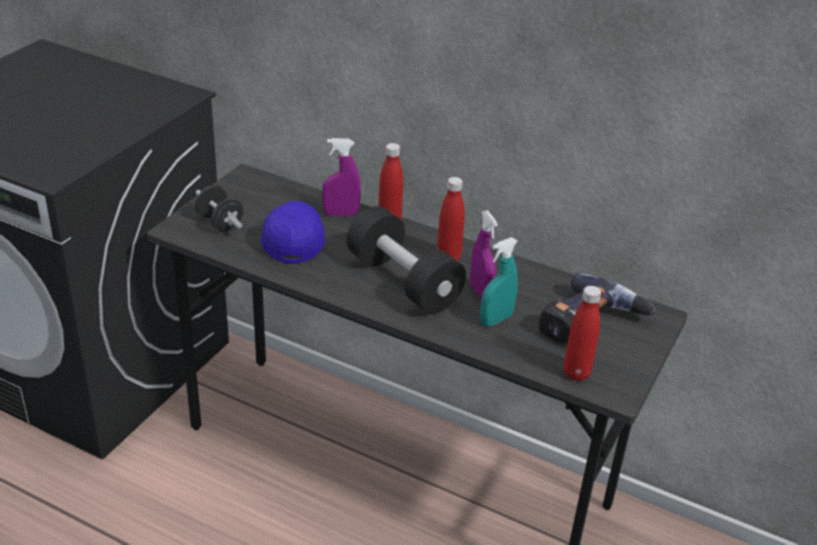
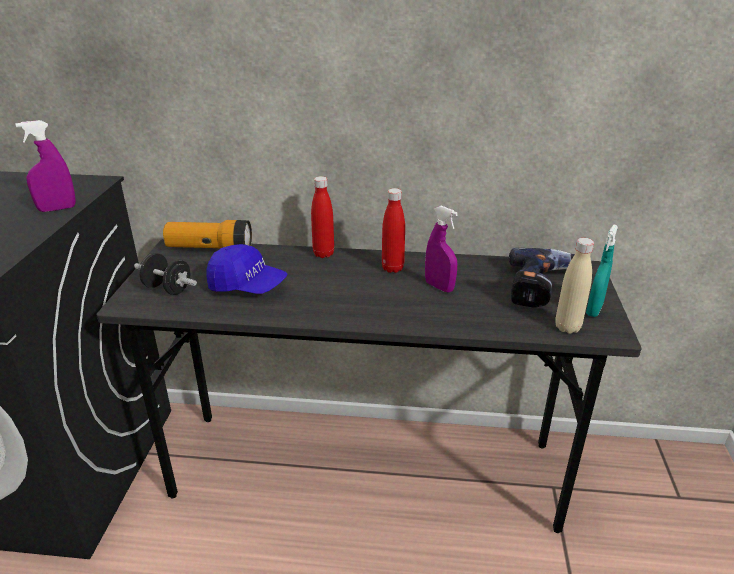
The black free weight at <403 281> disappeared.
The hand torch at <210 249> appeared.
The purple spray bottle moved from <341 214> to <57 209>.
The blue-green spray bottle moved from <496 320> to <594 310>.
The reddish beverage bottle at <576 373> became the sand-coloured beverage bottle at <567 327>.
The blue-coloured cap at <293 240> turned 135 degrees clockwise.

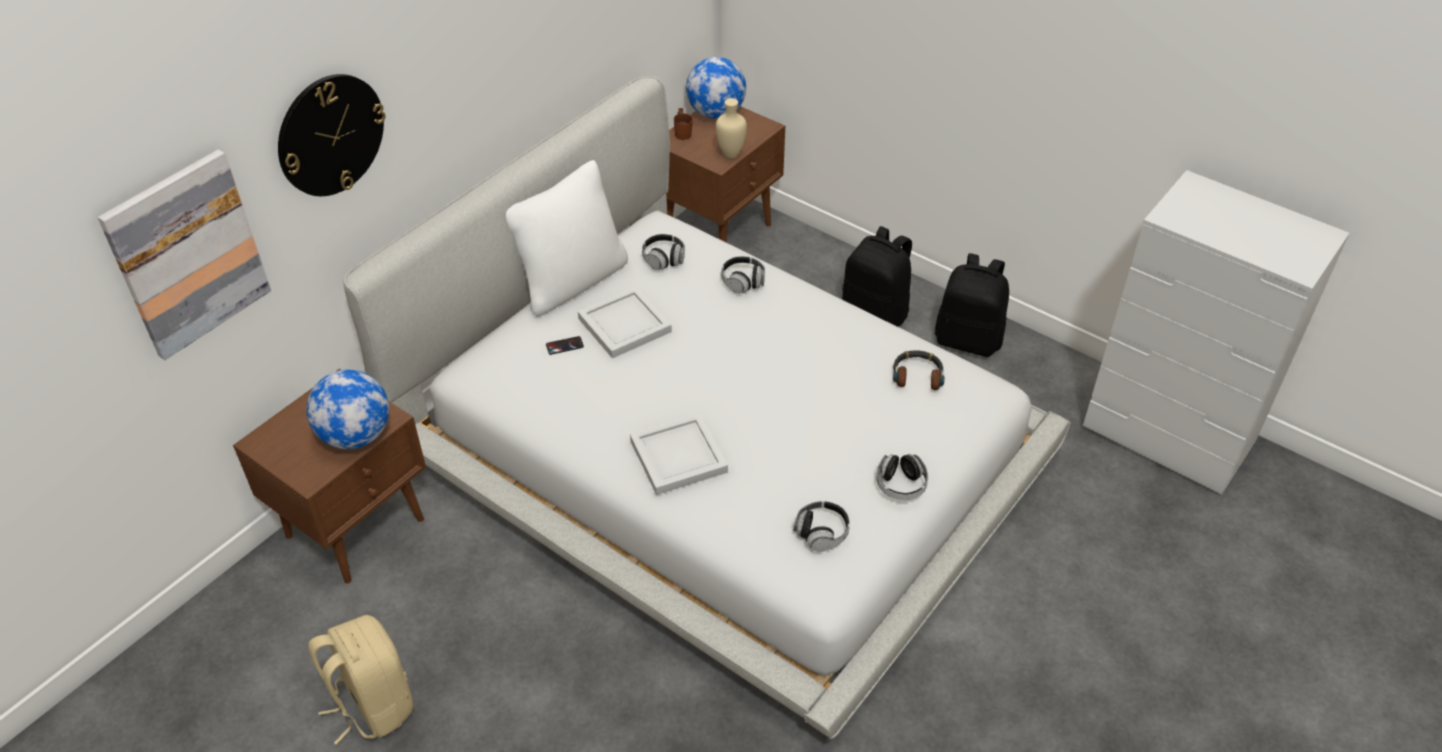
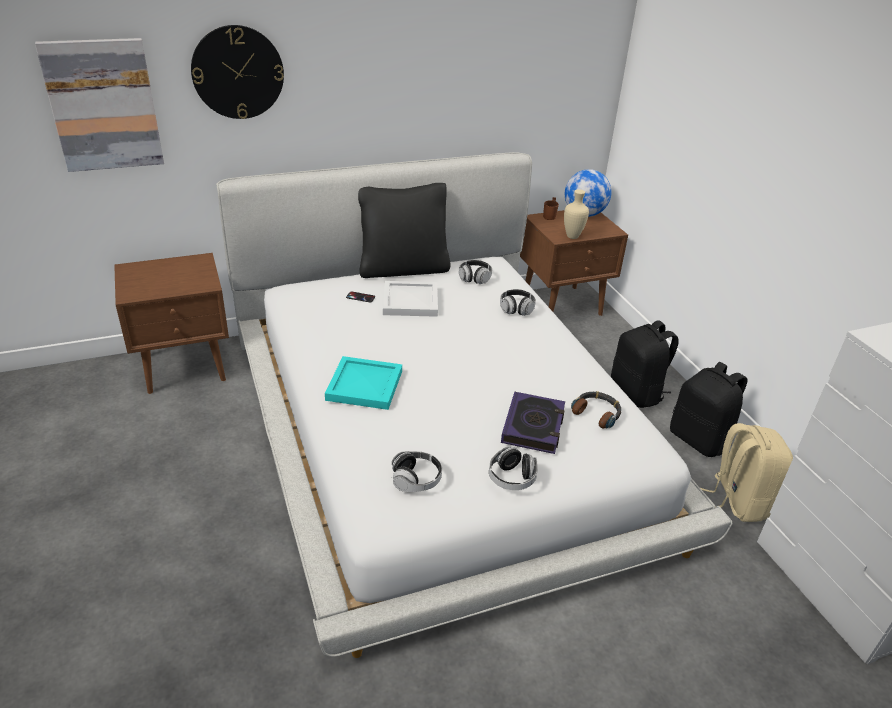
The desk globe at <356 436> disappeared.
The book at <533 427> appeared.
The sand-coloured backpack moved from <372 705> to <737 500>.
The whitish pillow at <571 281> became the black pillow at <403 268>.
The whitish tray at <679 455> became the blue-green tray at <366 385>.

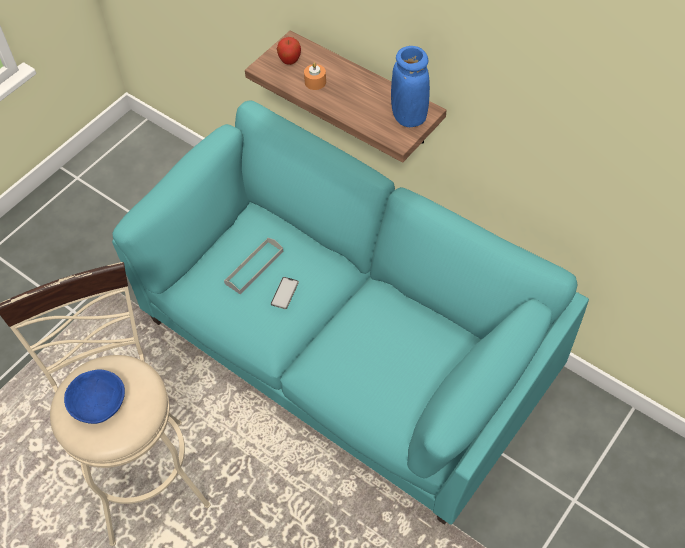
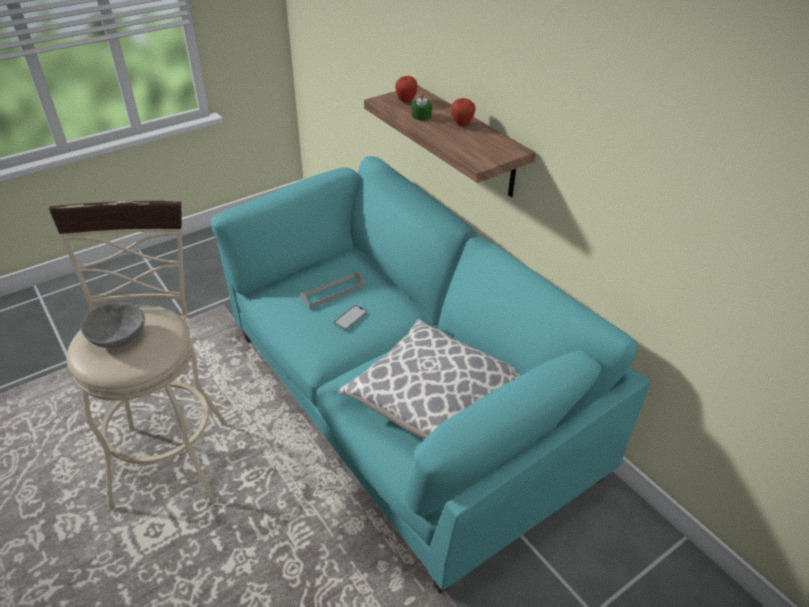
The blue-coloured flower vase at <409 117> disappeared.
The pillow at <432 402> appeared.
The apple fruit at <462 124> appeared.
The blue-coloured bowl at <98 404> became the gray bowl at <117 337>.
The orange wax light at <315 82> became the green-coloured wax light at <421 116>.

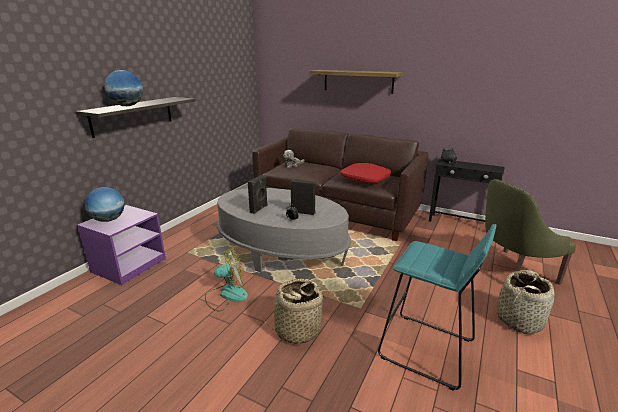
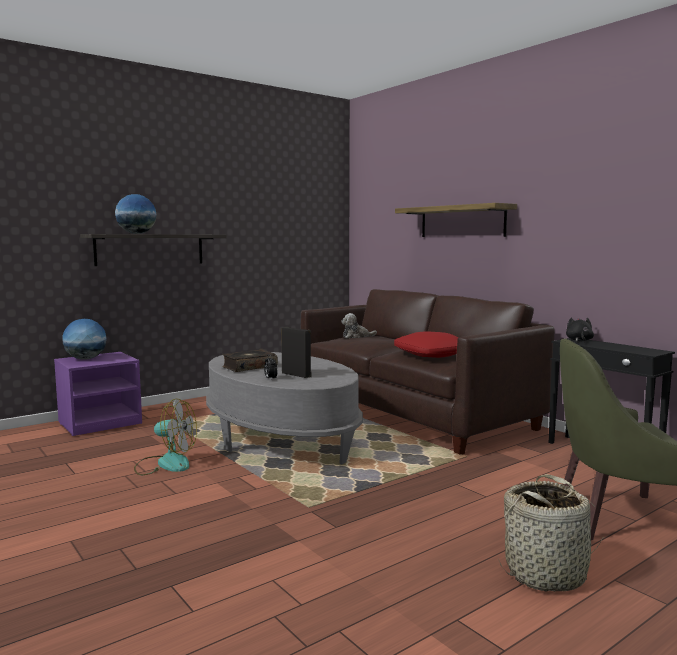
The household basket at <297 330> disappeared.
The blue-green stool seat at <427 350> disappeared.
The black speaker at <259 209> was replaced by the book at <249 367>.

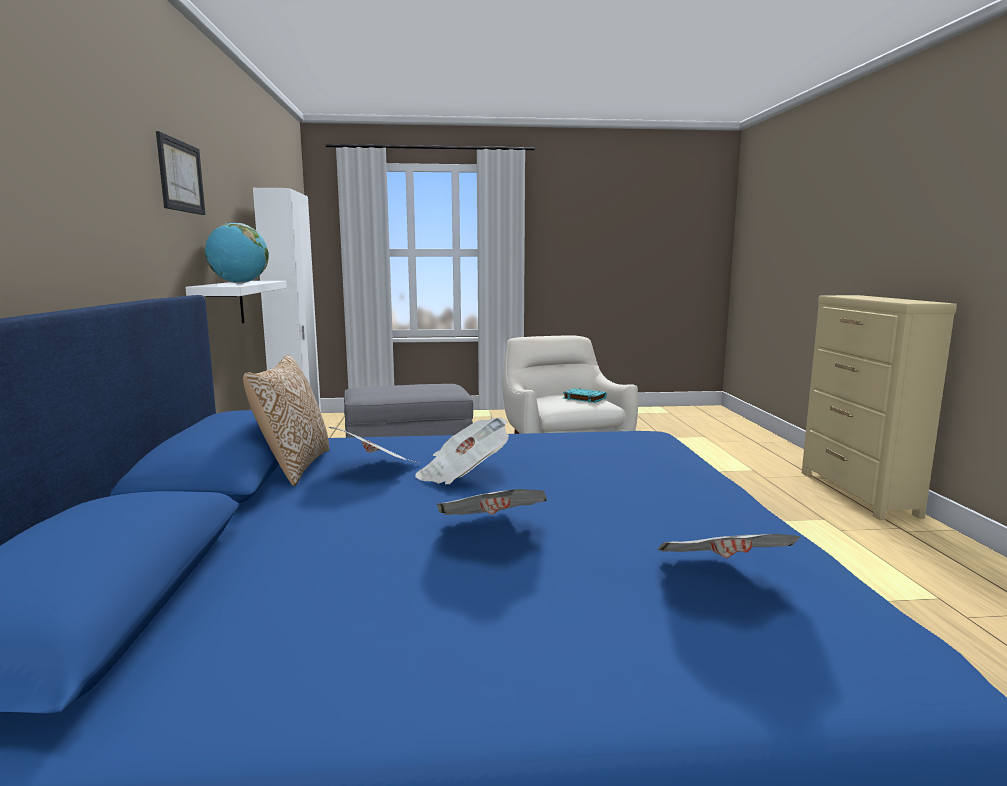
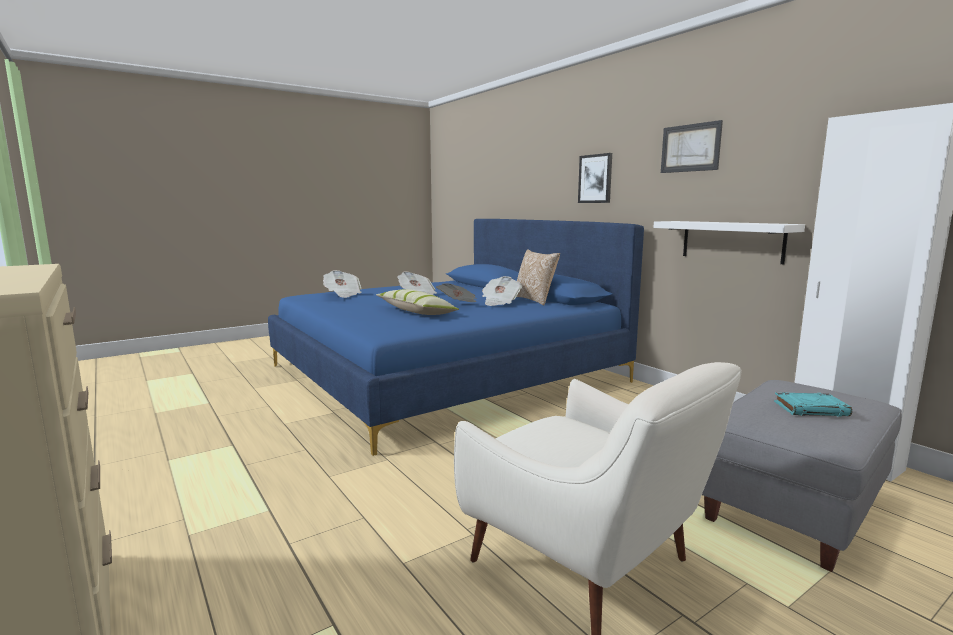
The desk globe at <239 283> disappeared.
The pillow at <416 312> appeared.
The wall art at <595 179> appeared.
The blue-green book moved from <584 398> to <811 409>.

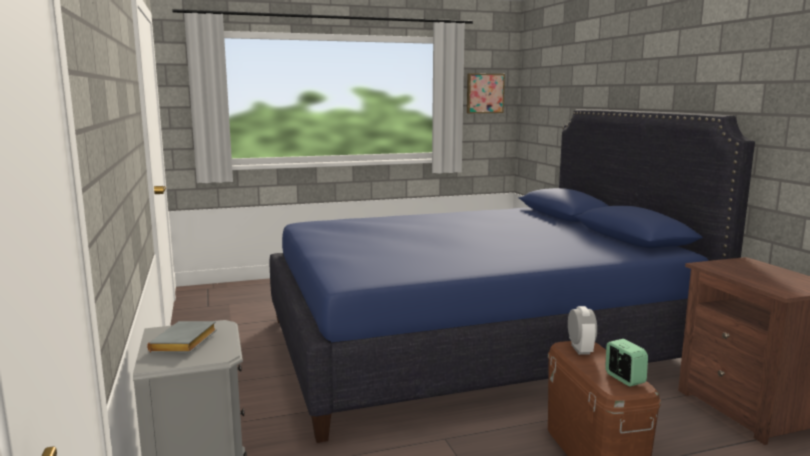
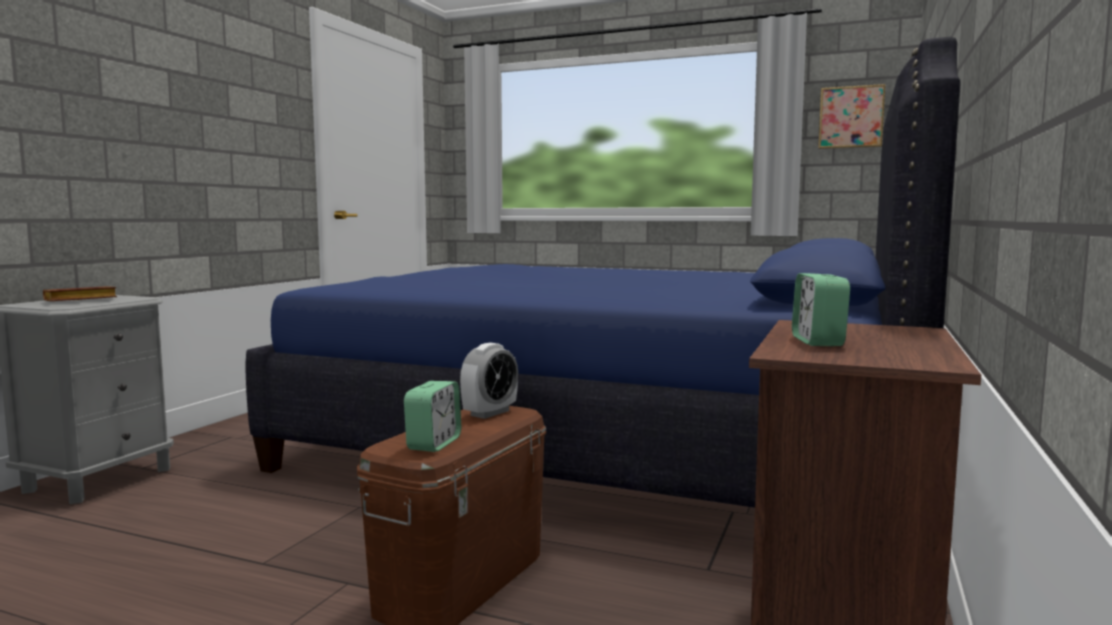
The alarm clock at <818 341> appeared.
The gray book at <185 344> became the brown-coloured book at <78 301>.

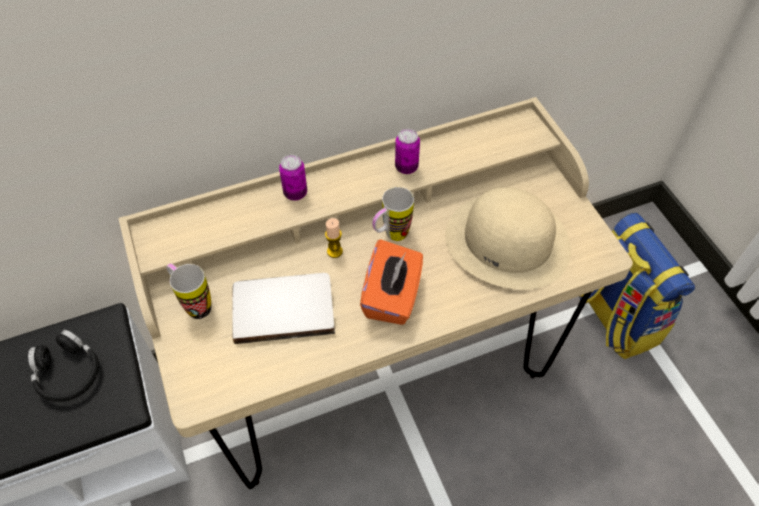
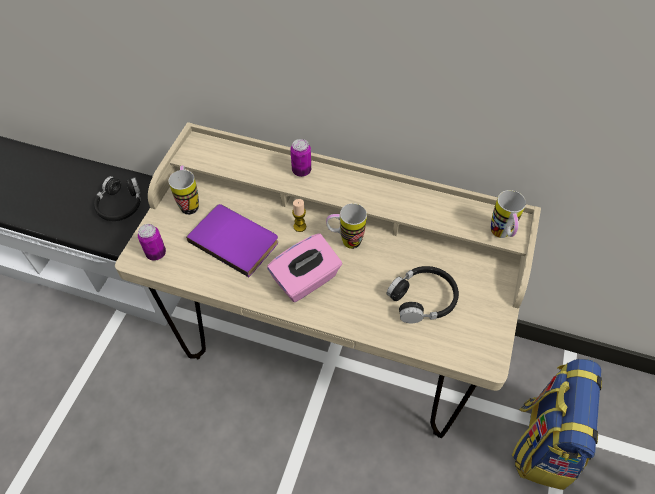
The coffee mug at <501 236> appeared.
The sealed can moved from <406 167> to <156 253>.
The sand-coloured clothing hat at <508 241> was replaced by the black headphones at <422 299>.
The whitish book at <283 307> became the purple book at <235 240>.
The orange box of tissues at <392 297> became the pinkish box of tissues at <306 280>.

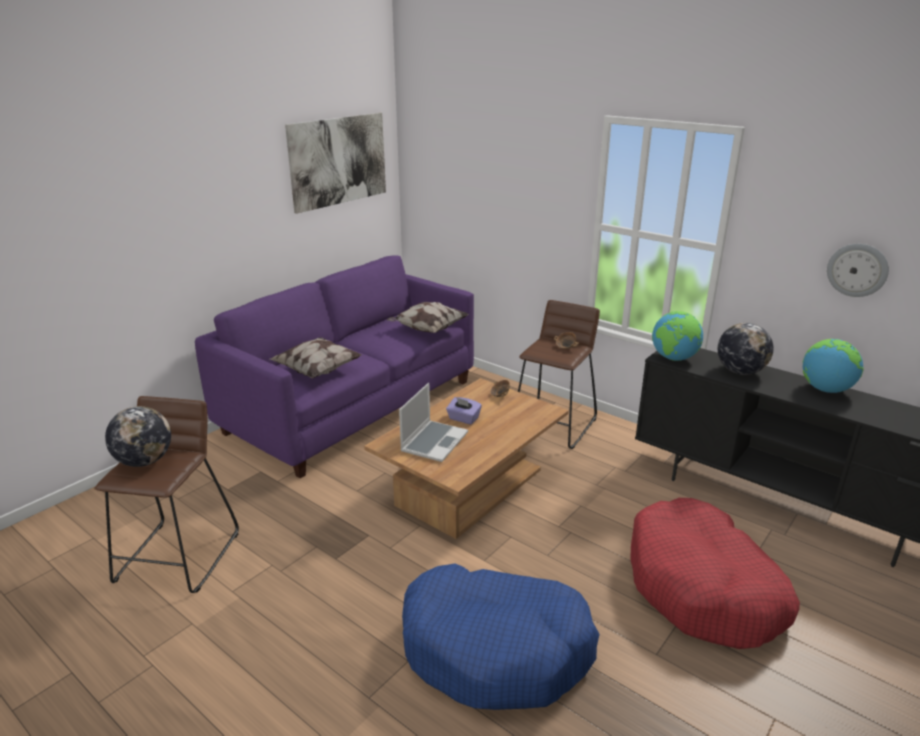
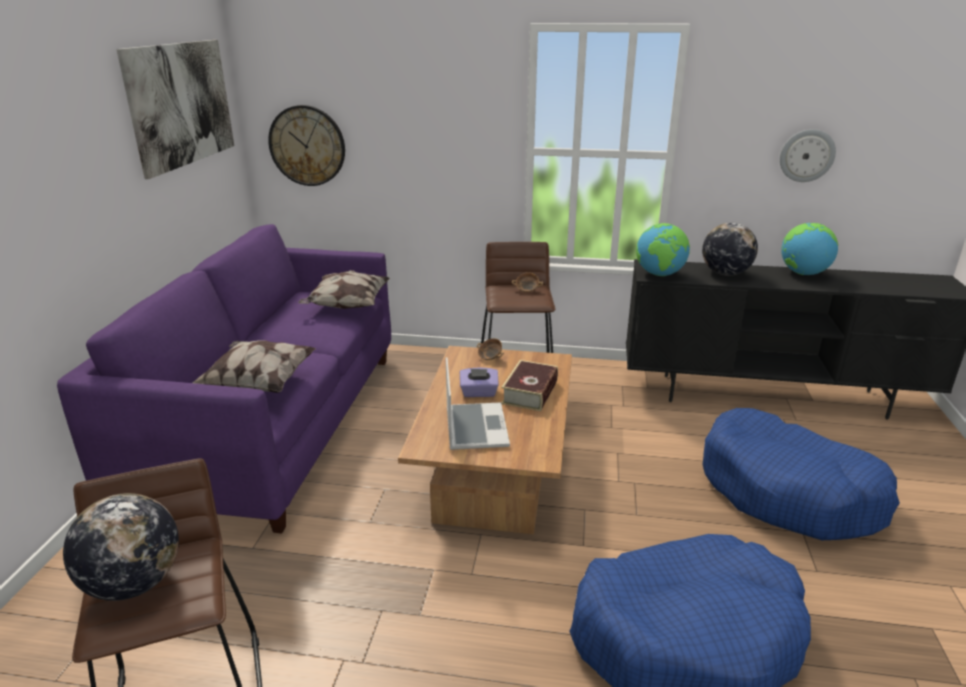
The hanging clock at <307 146> appeared.
The book at <530 392> appeared.
The reddish dog bed at <703 588> became the blue-coloured dog bed at <788 491>.

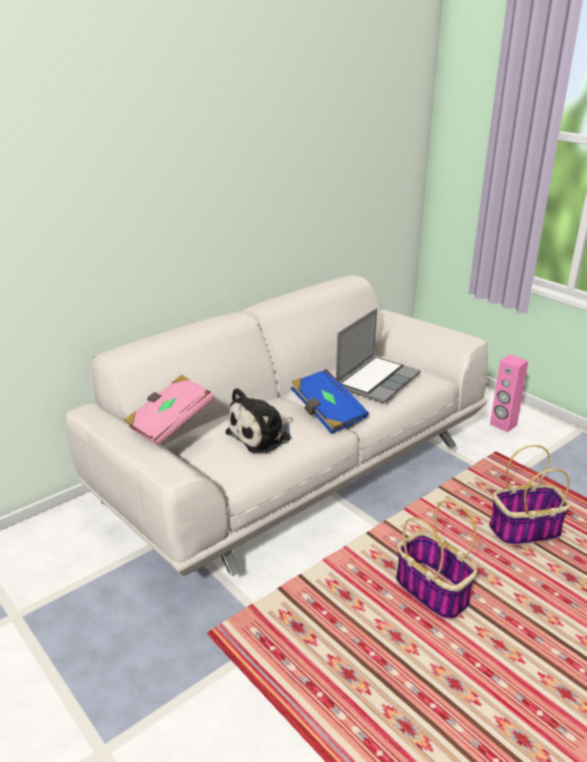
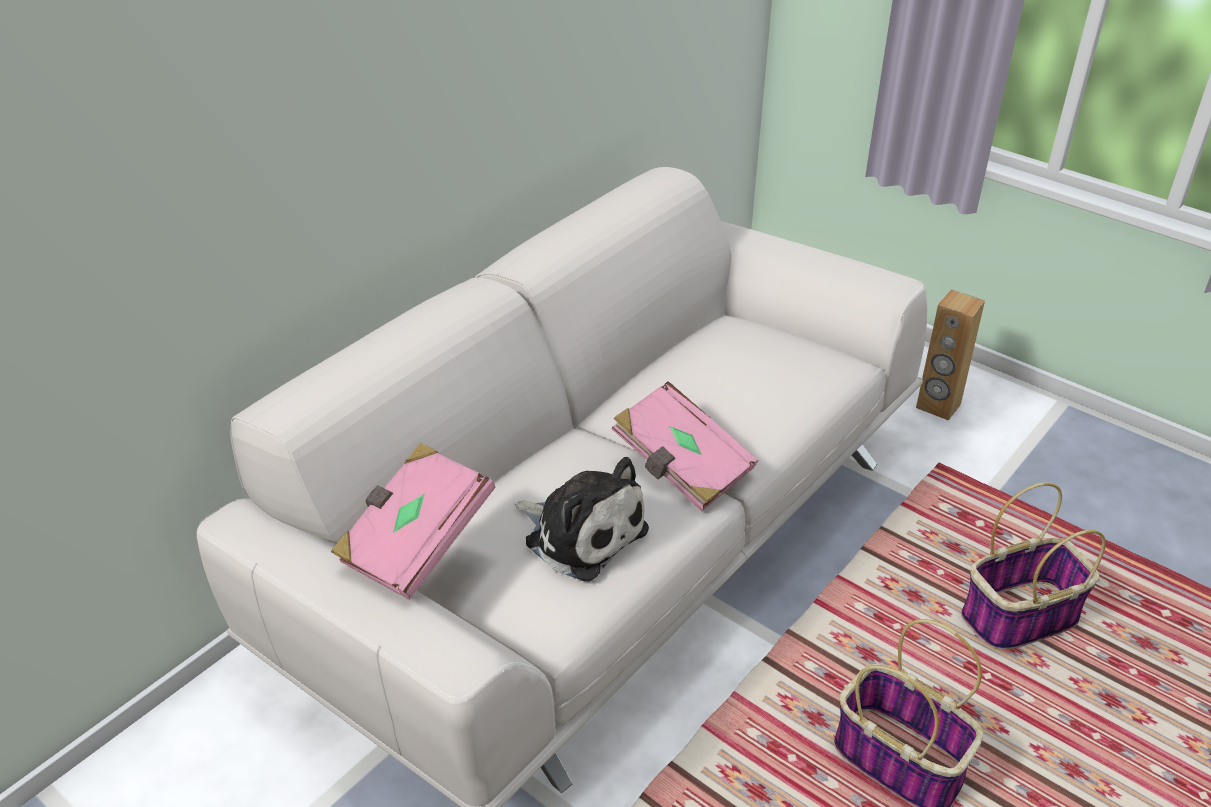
The laptop at <377 380> disappeared.
The blue-coloured book at <327 413> became the pinkish book at <682 466>.
The pinkish speaker at <503 425> became the brown-coloured speaker at <938 406>.
The plush toy at <262 435> turned 90 degrees counterclockwise.

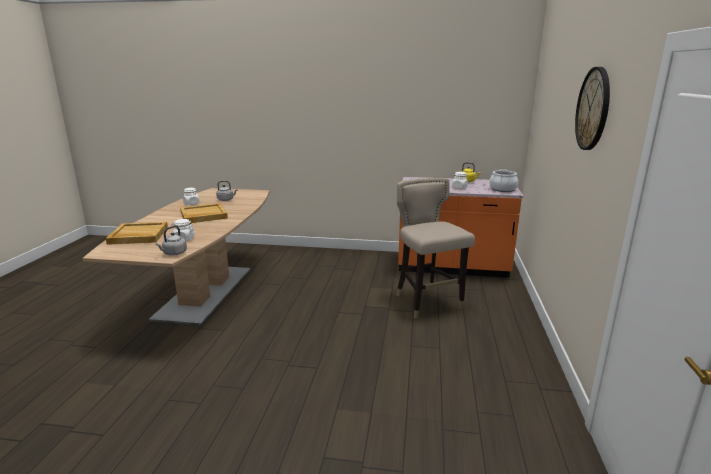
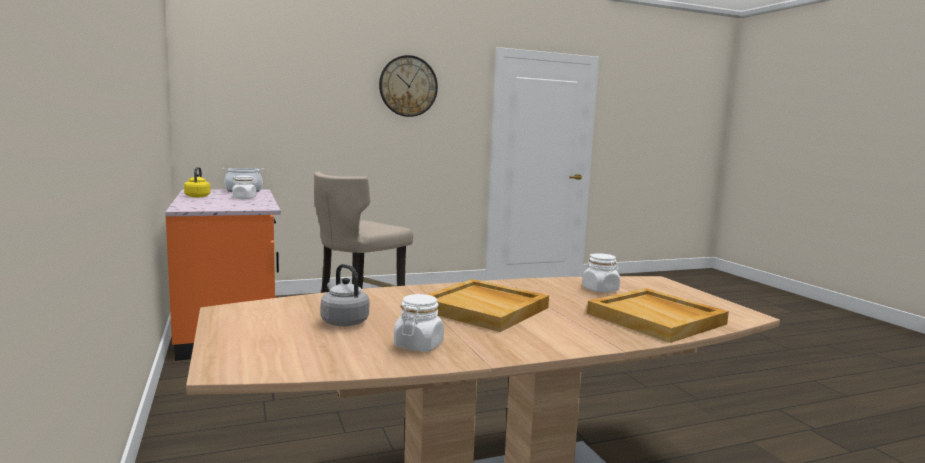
The gray water kettle at <174 253> disappeared.

